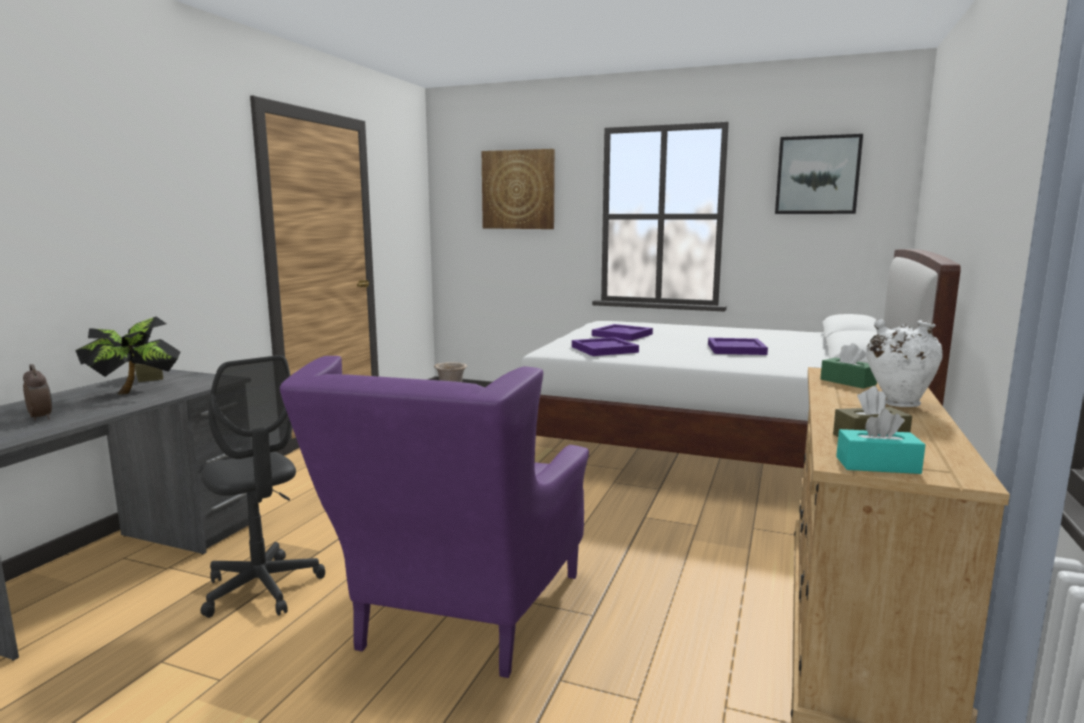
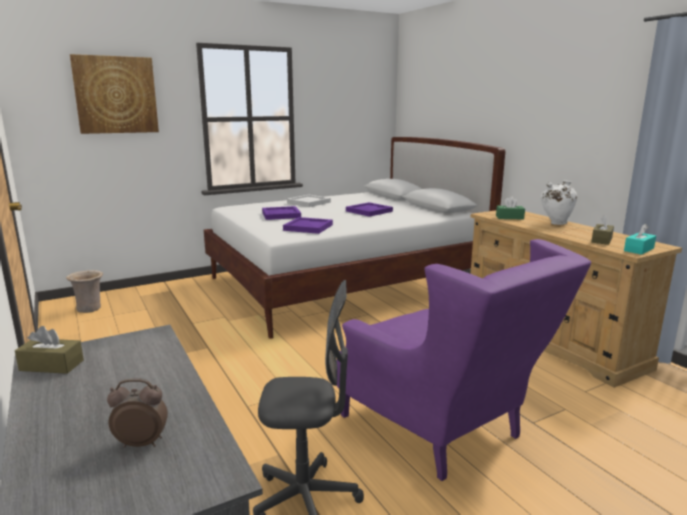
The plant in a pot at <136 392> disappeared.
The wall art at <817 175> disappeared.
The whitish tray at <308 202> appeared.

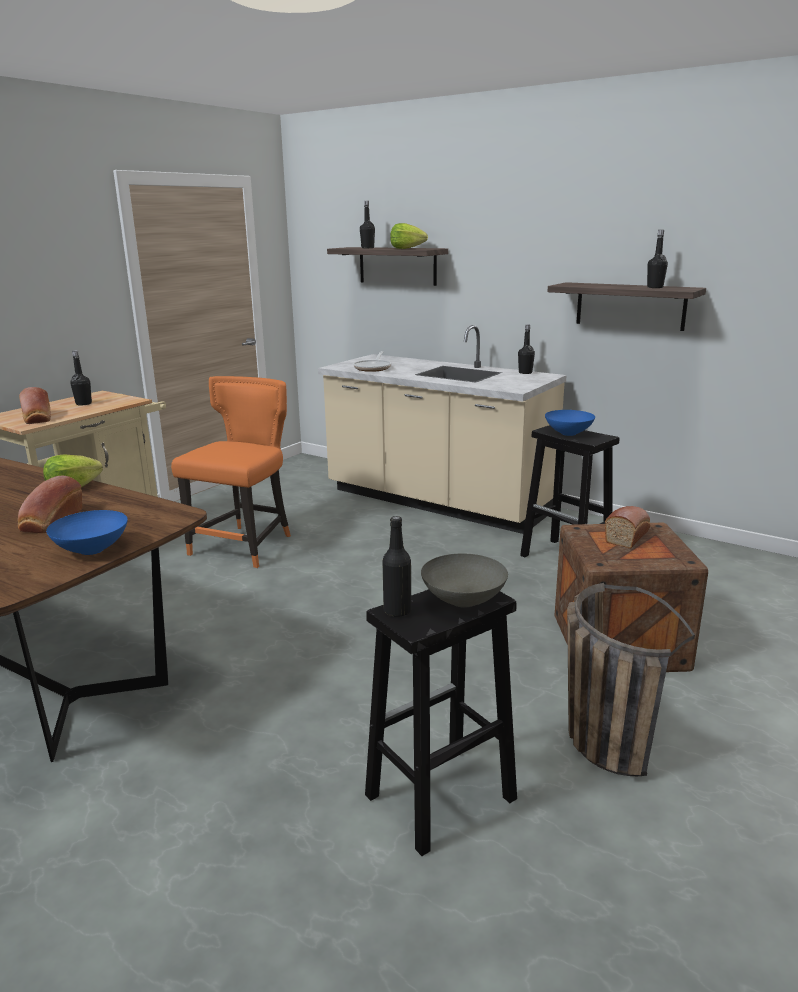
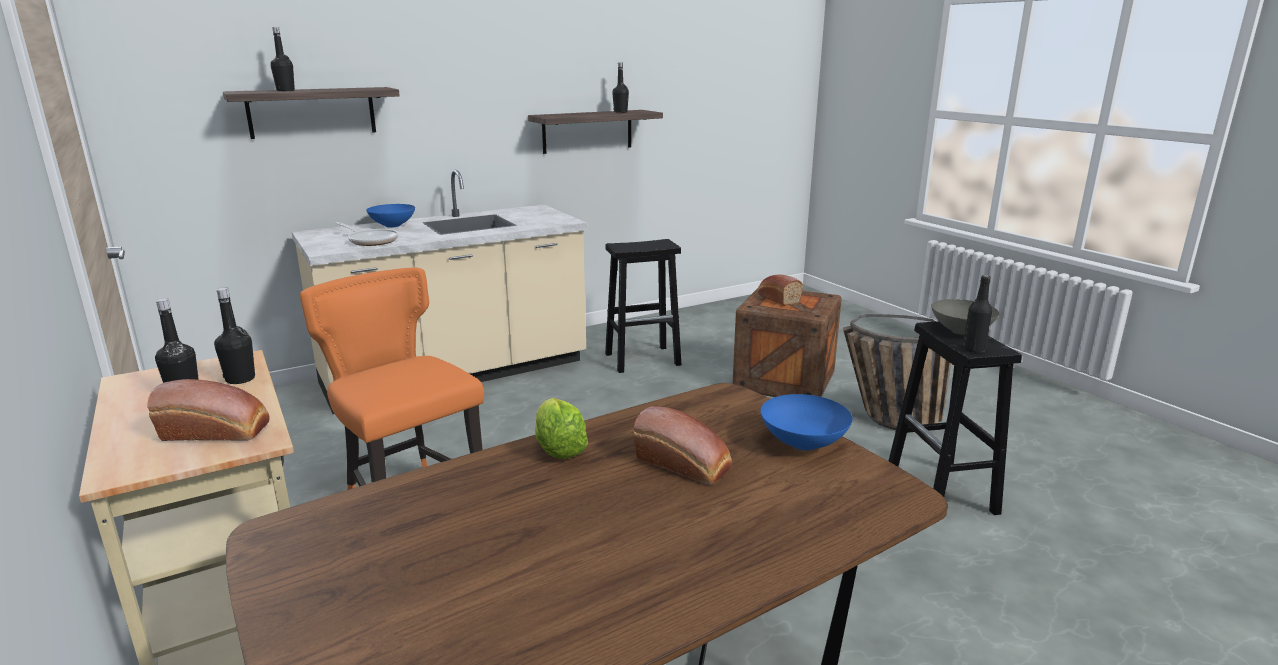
The head of lettuce at <406 248> disappeared.
The black beverage bottle moved from <525 372> to <240 379>.
The blue-coloured bowl moved from <569 433> to <393 225>.

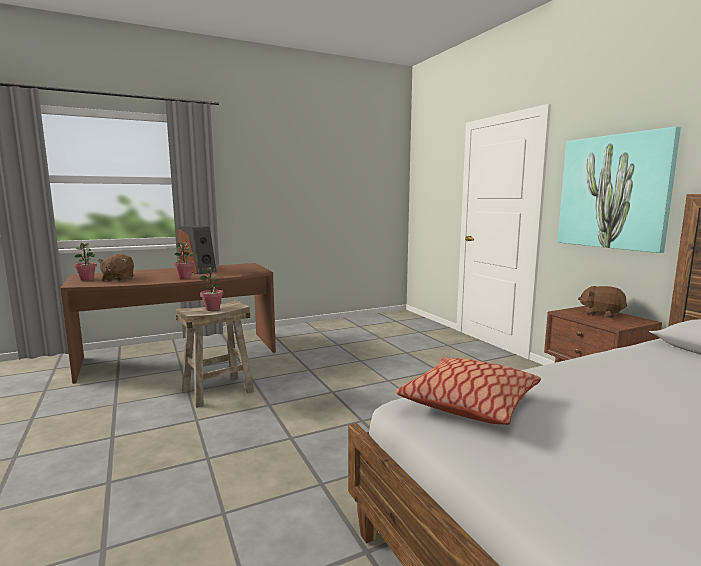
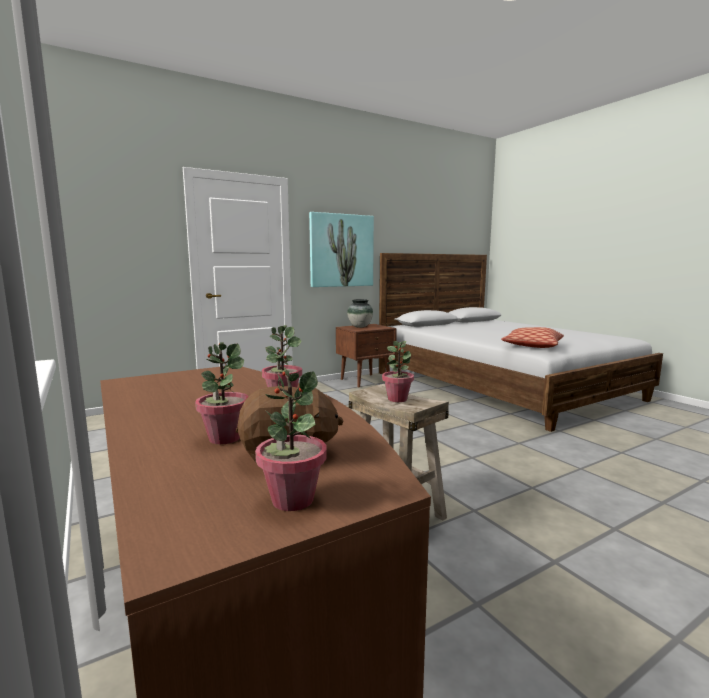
The speaker at <199 271> disappeared.
The plant in a pot at <224 438> appeared.
The brown-coloured plush toy at <601 314> was replaced by the flower vase at <360 327>.

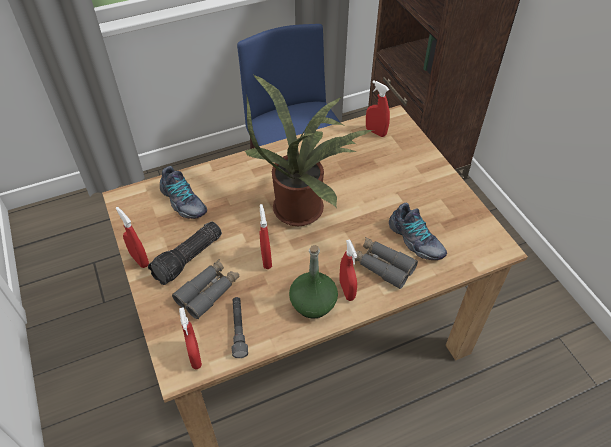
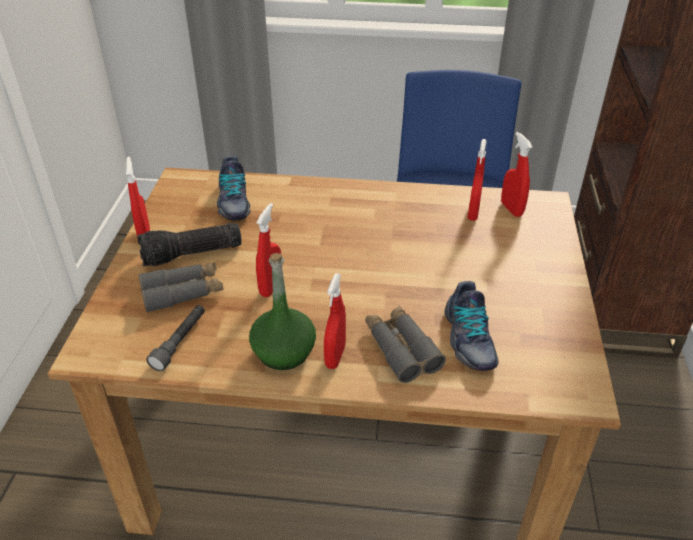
The plant in a pot at <303 207> disappeared.
The reddish spray bottle moved from <195 356> to <473 213>.

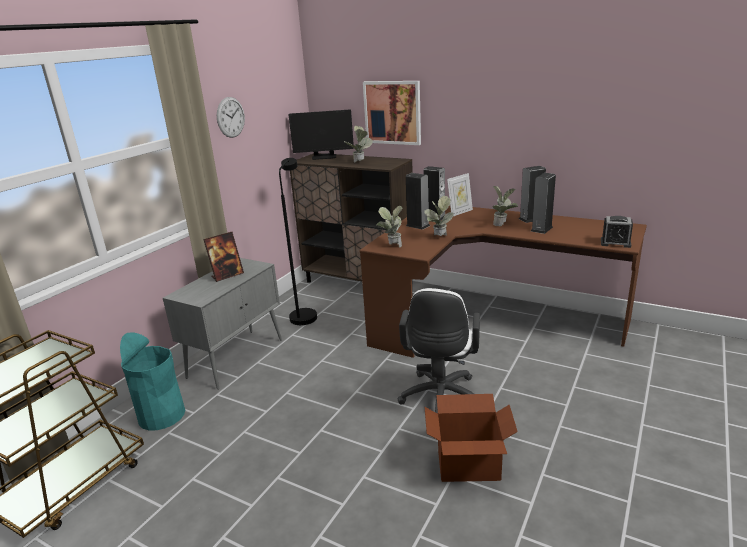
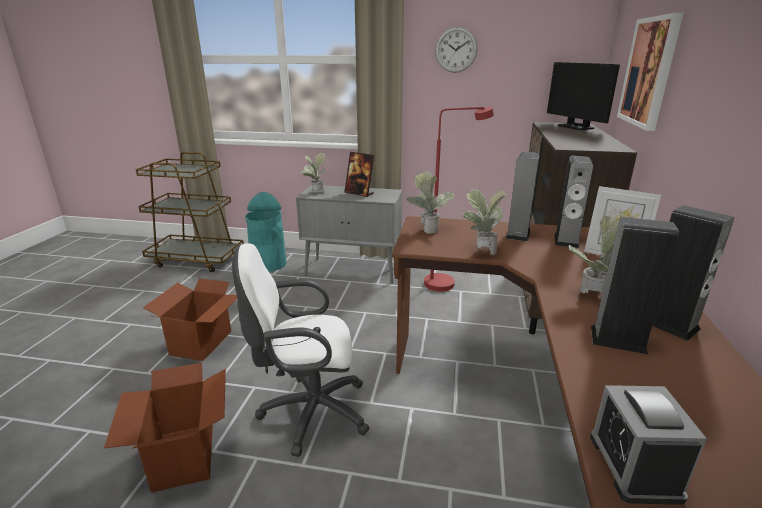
The cardboard box at <202 343> appeared.
The plant in a pot moved from <360 162> to <315 192>.
The black floor lamp at <304 314> became the reddish floor lamp at <447 282>.

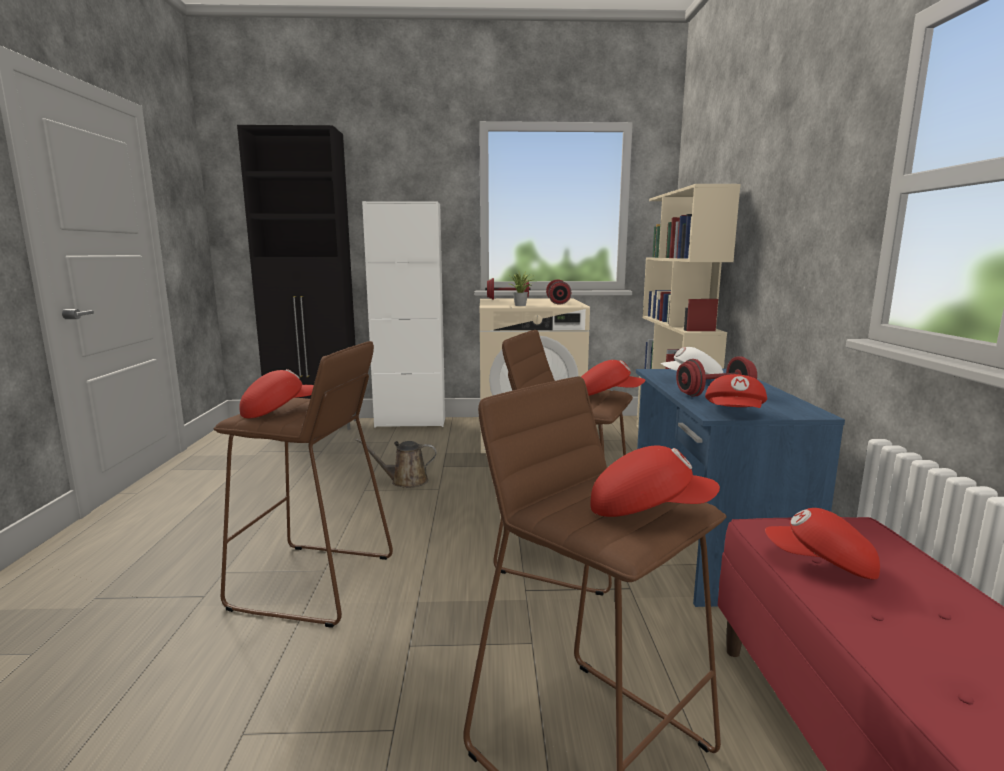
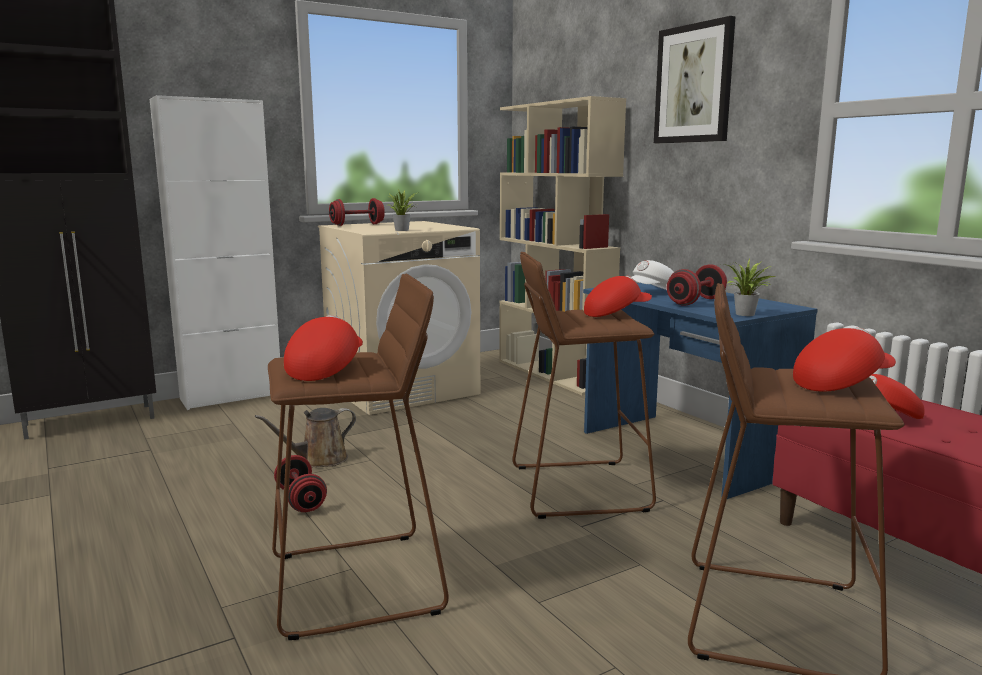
The wall art at <694 84> appeared.
The reddish free weight moved from <558 303> to <301 500>.
The reddish cap at <735 414> was replaced by the plant in a pot at <746 314>.

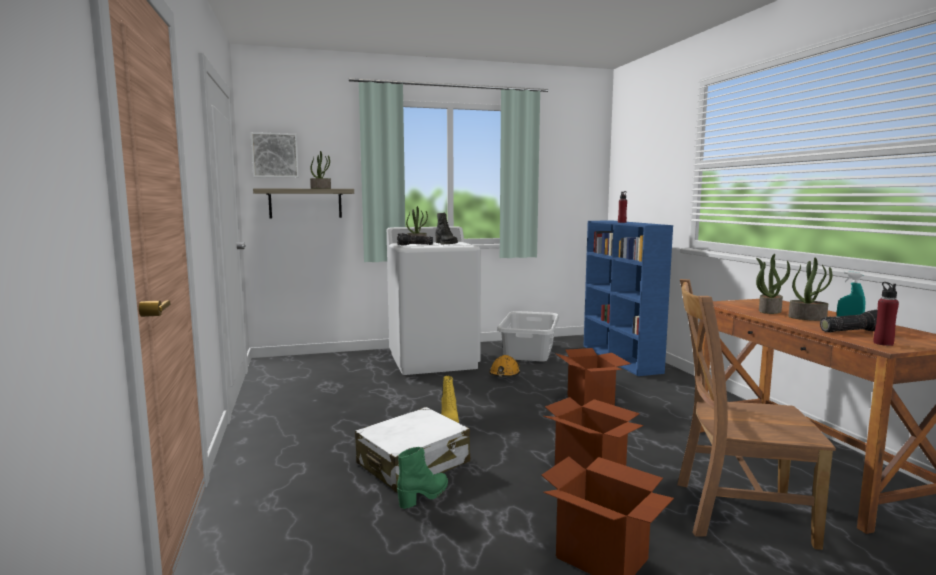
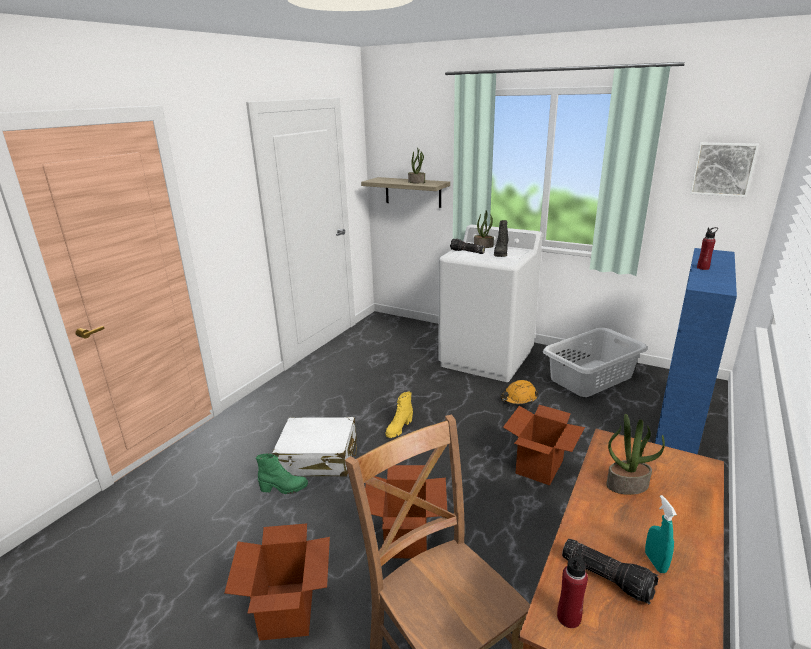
The plant in a pot at <807 318> disappeared.
The wall art moved from <275 155> to <723 169>.

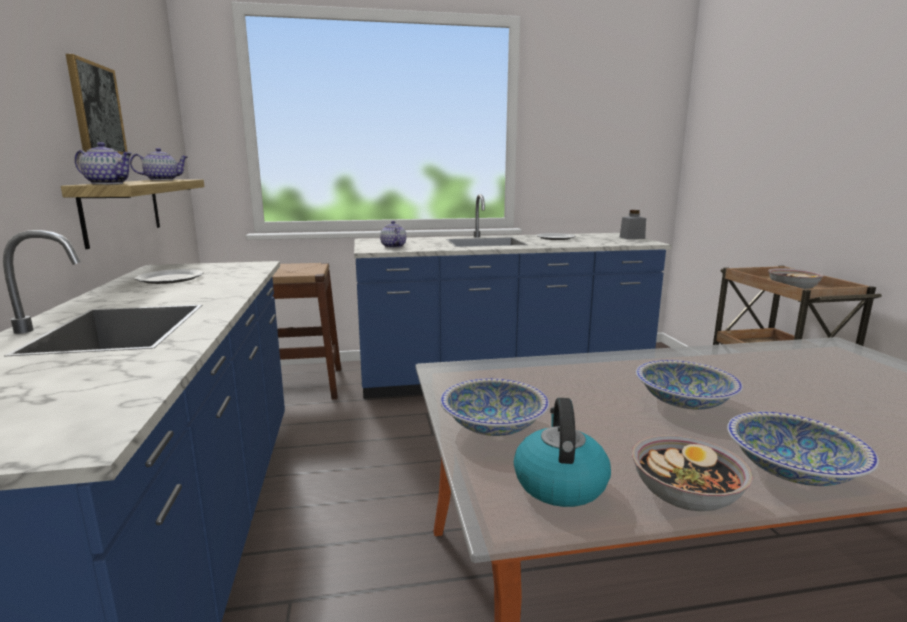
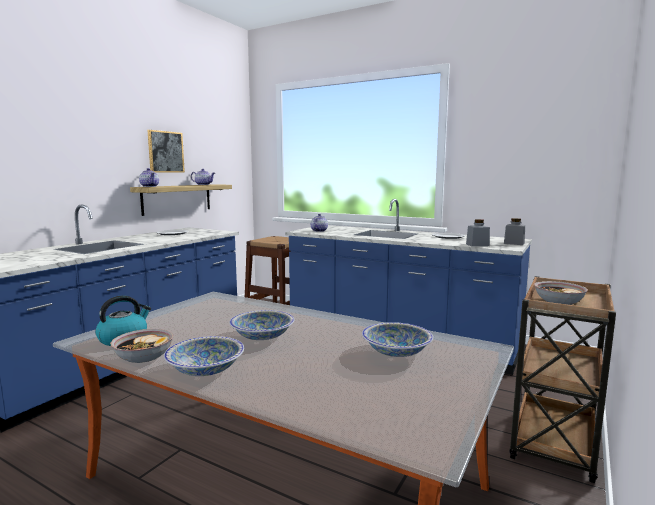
The gray jar at <477 245> appeared.
The bowl moved from <493 425> to <396 352>.

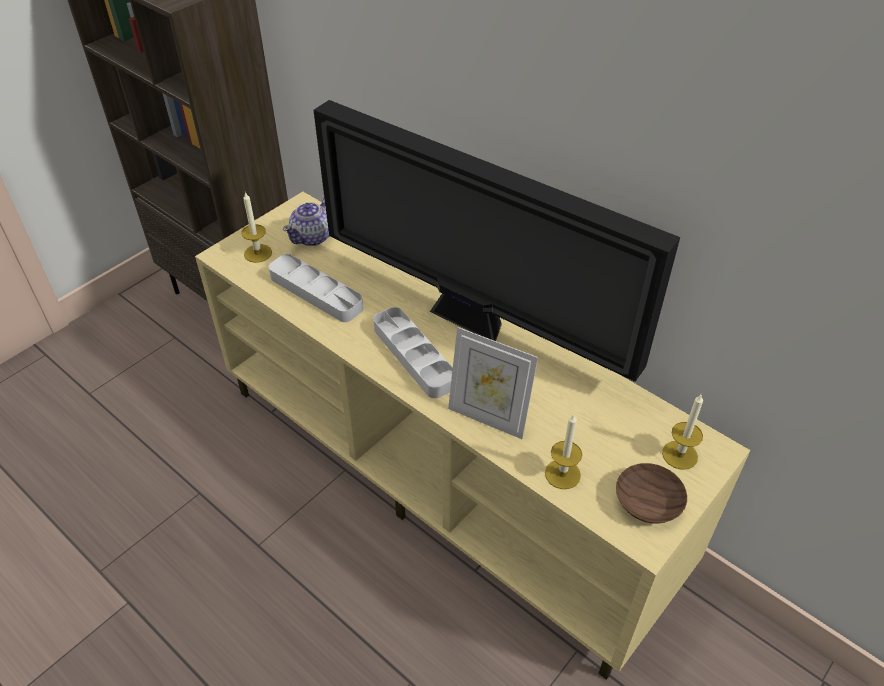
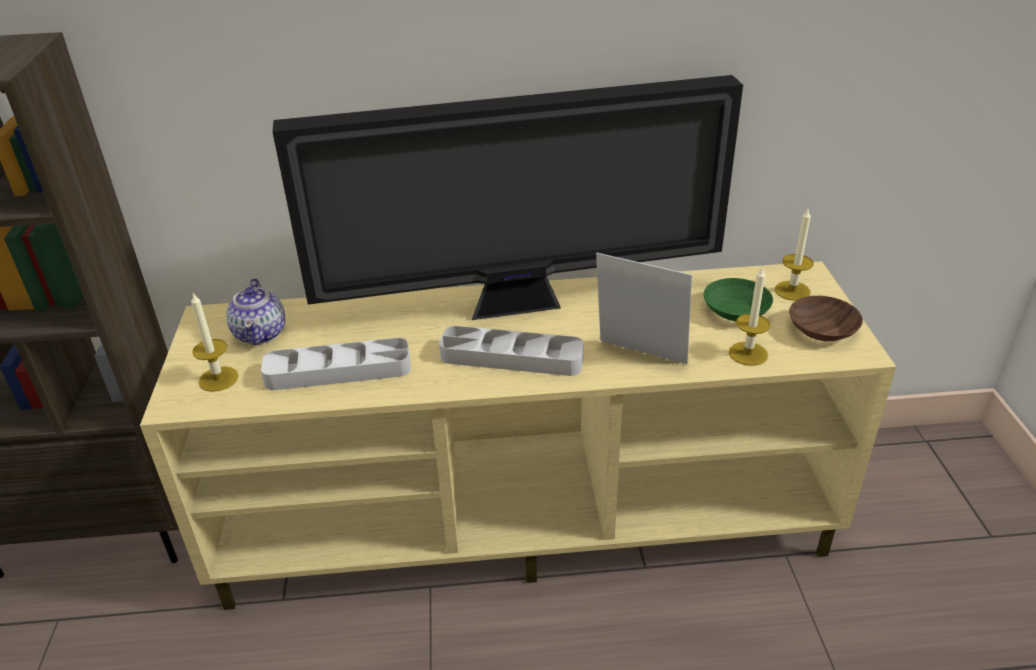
The green-coloured bowl at <734 311> appeared.
The picture frame at <488 417> turned 135 degrees counterclockwise.

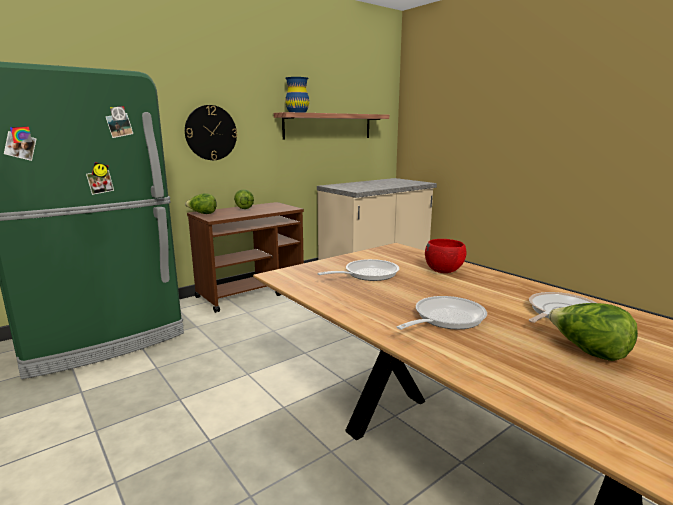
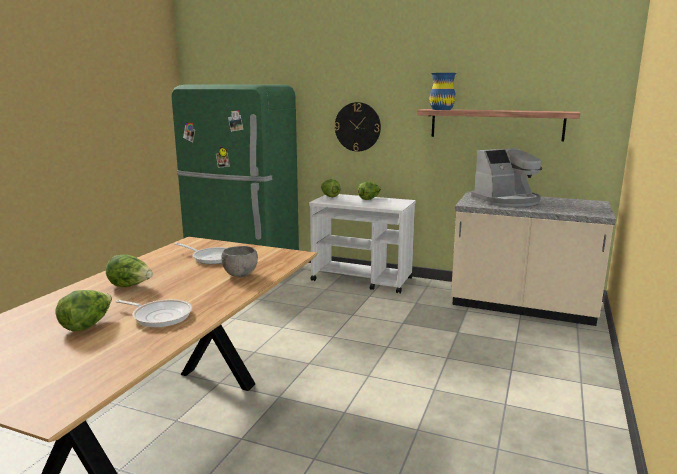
The coffee machine at <506 201> appeared.
The frying pan at <445 319> was replaced by the head of lettuce at <131 286>.
The brown-coloured cart at <251 293> became the whitish cart at <362 279>.
The reddish bowl at <443 271> became the gray bowl at <241 275>.

